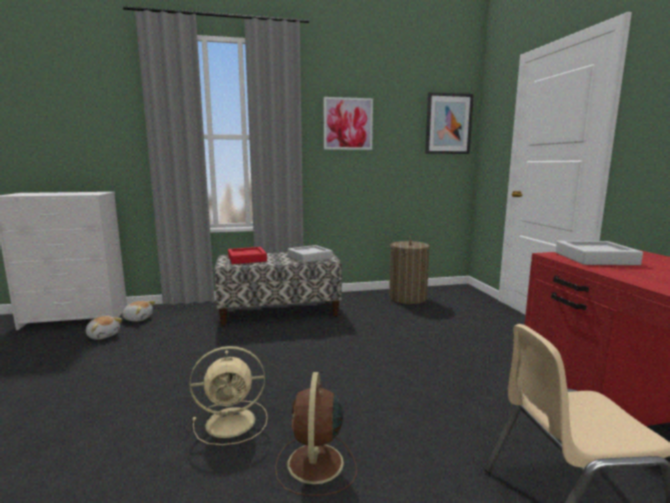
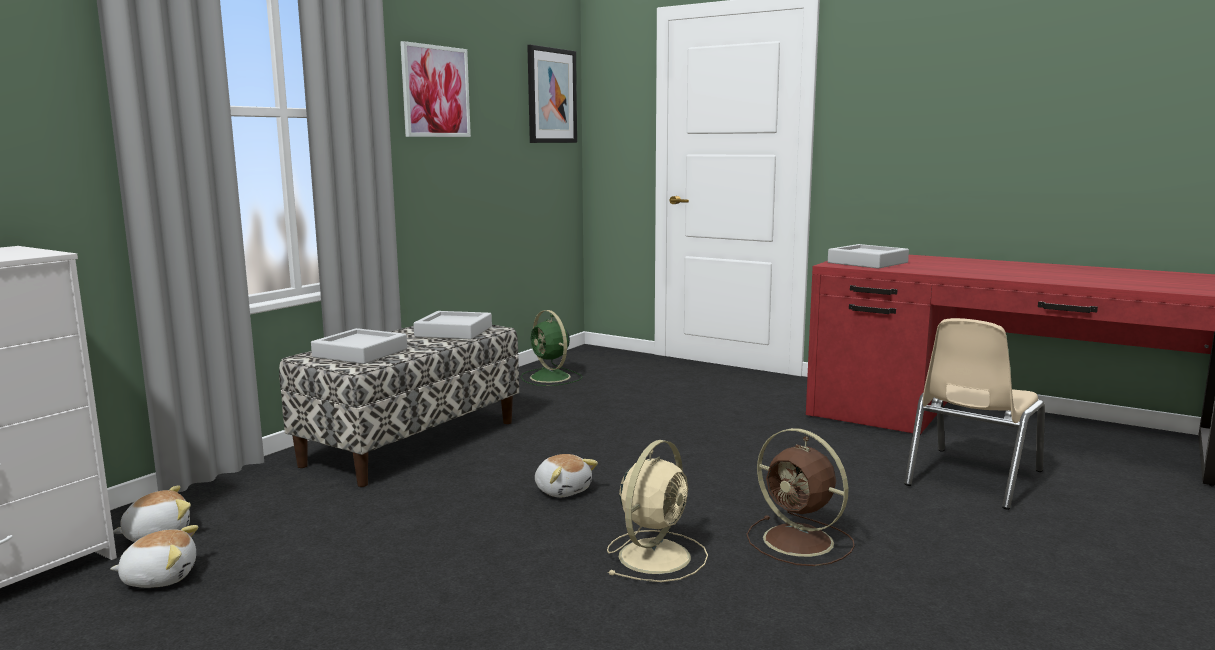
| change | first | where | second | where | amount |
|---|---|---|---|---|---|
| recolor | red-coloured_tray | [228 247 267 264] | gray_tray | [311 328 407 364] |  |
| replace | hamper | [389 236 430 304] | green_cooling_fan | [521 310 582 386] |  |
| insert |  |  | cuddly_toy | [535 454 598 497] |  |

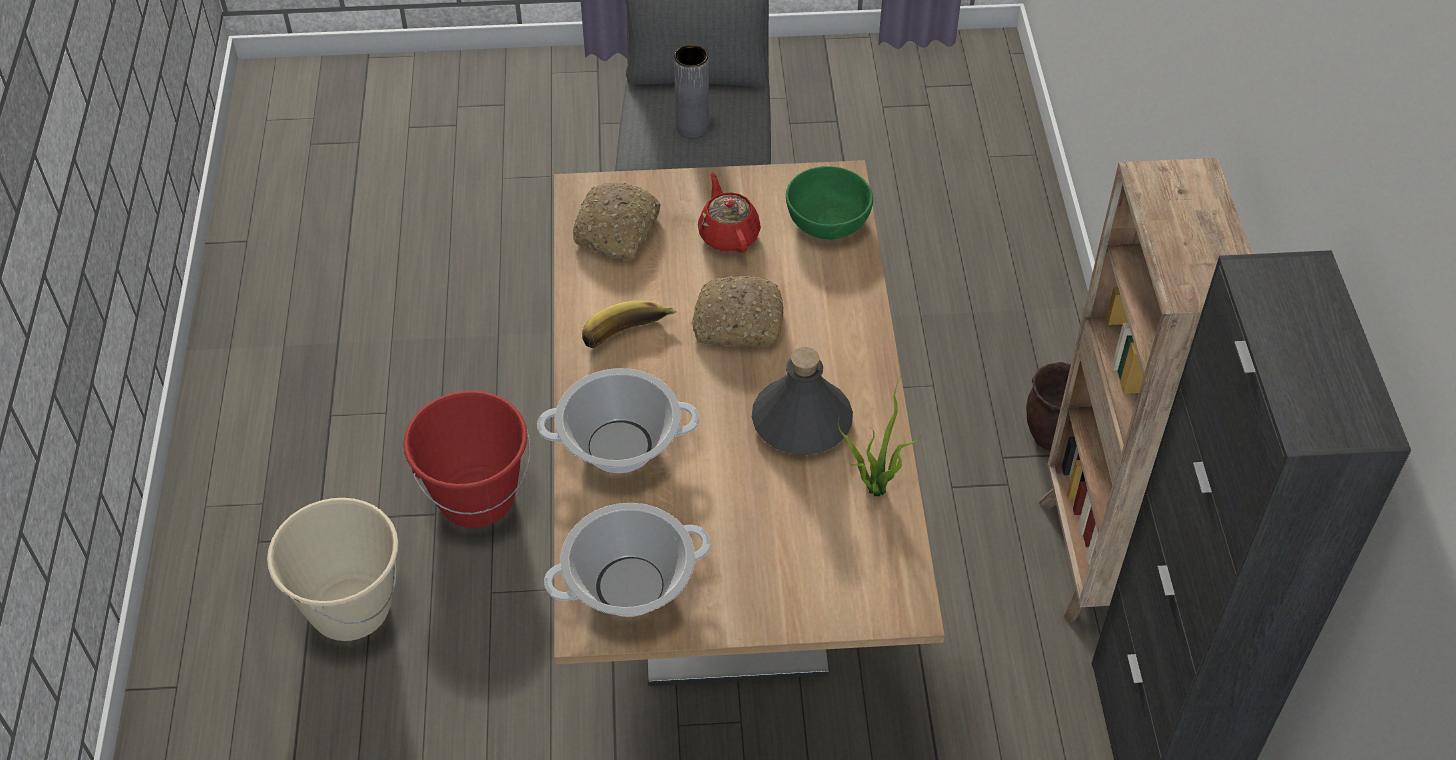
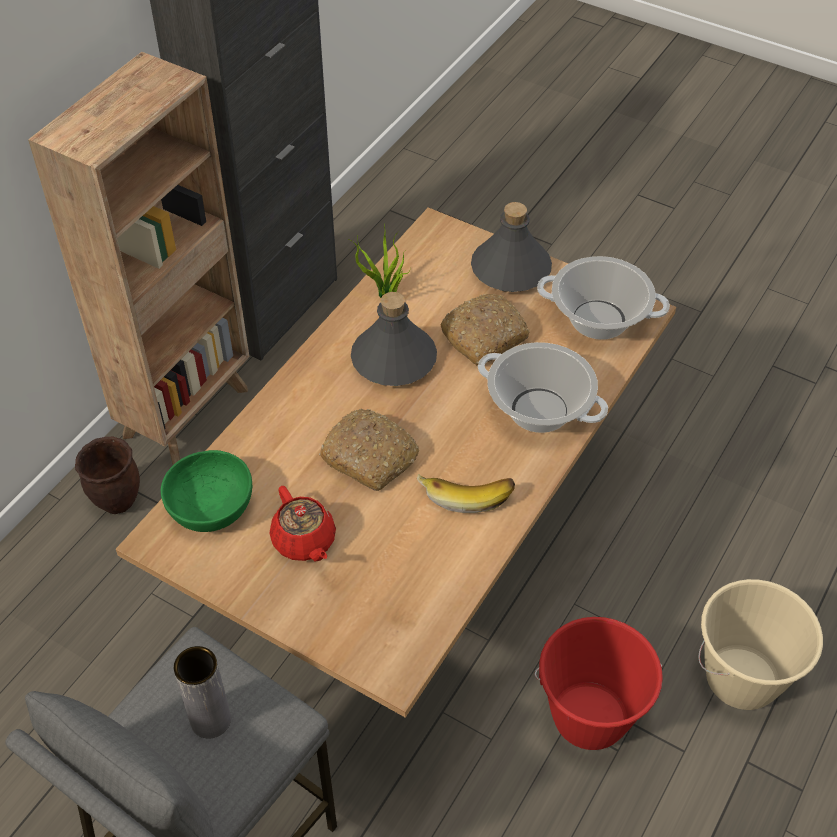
| change | first | where | second | where | amount |
|---|---|---|---|---|---|
| move | bakery_bread | [573 183 661 260] |  | [440 294 529 365] |  |
| rotate | red-coloured_pot_for_tea | [698 173 761 253] |  | [270 486 336 562] | 45 degrees counterclockwise |
| insert |  |  | gray_drink_bottle | [471 202 552 292] |  |

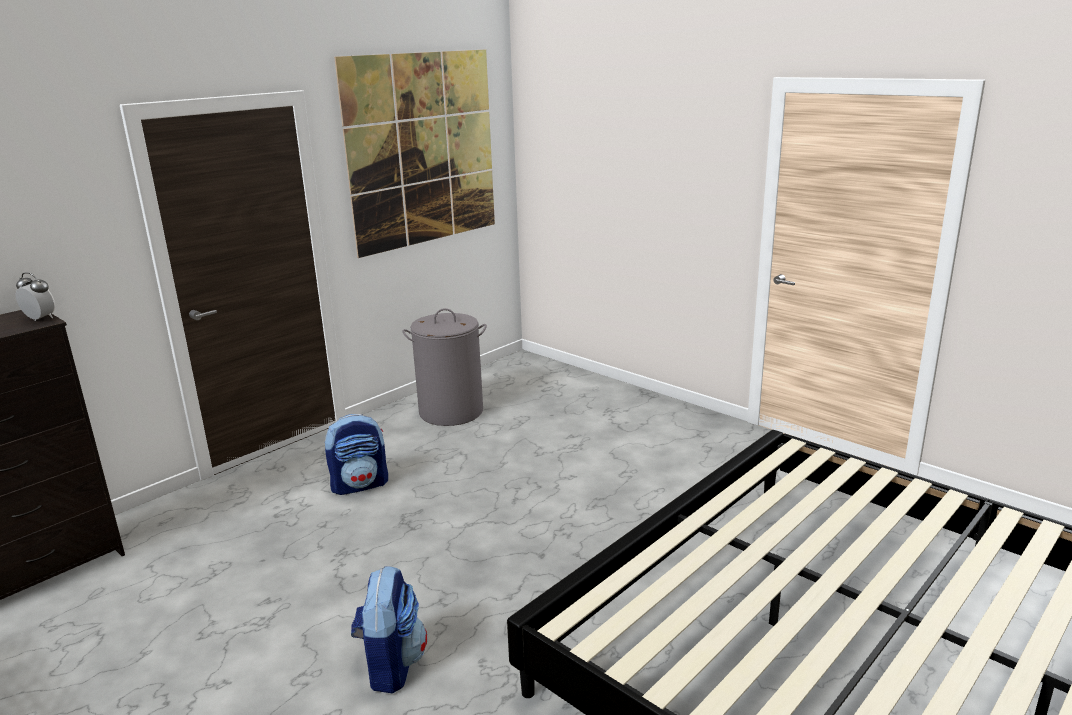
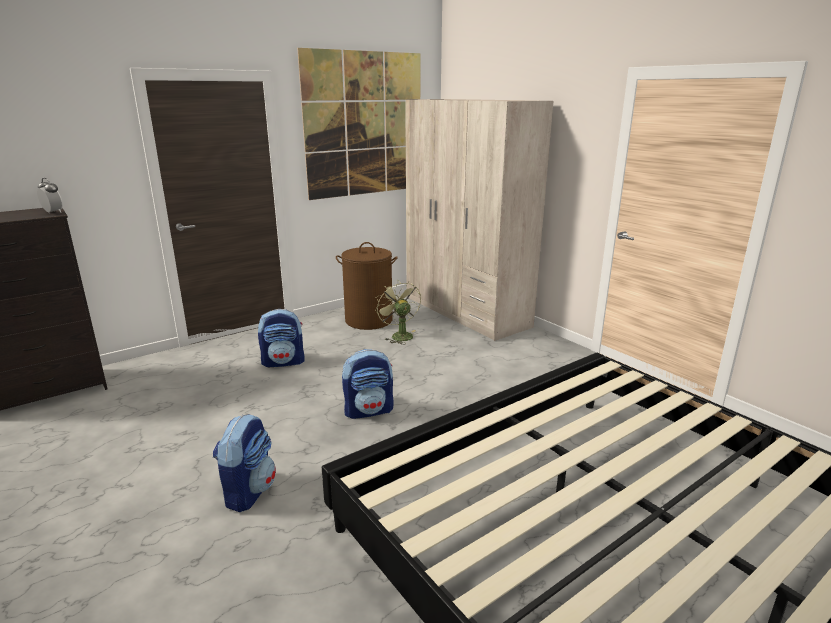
| change | first | where | second | where | amount |
|---|---|---|---|---|---|
| recolor | gray_hamper | [402 308 487 426] | brownish_hamper | [336 242 398 330] |  |
| insert |  |  | rucksack | [342 349 394 419] |  |
| insert |  |  | green_cooling_fan | [375 280 421 345] |  |
| insert |  |  | beige_clothes_cupboard | [405 99 553 341] |  |

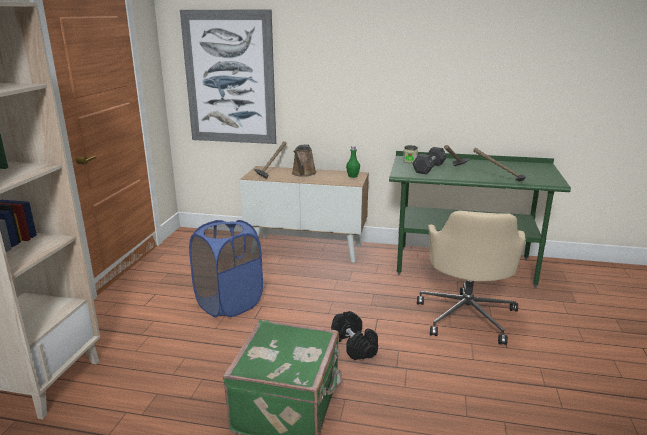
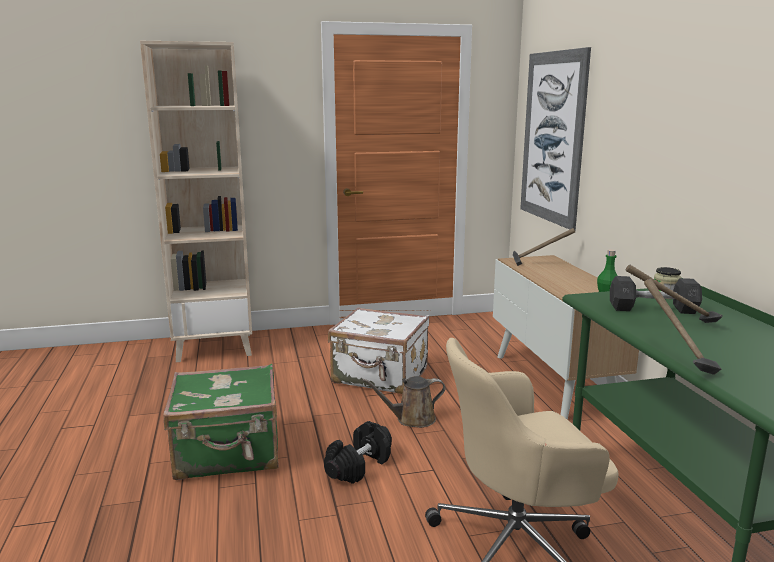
| change | first | where | second | where | amount |
|---|---|---|---|---|---|
| replace | blue-coloured_hamper | [189 220 263 318] | white-coloured_travel_case | [328 307 429 394] |  |
| move | brownish_watering_can | [292 144 317 177] |  | [362 376 445 428] |  |

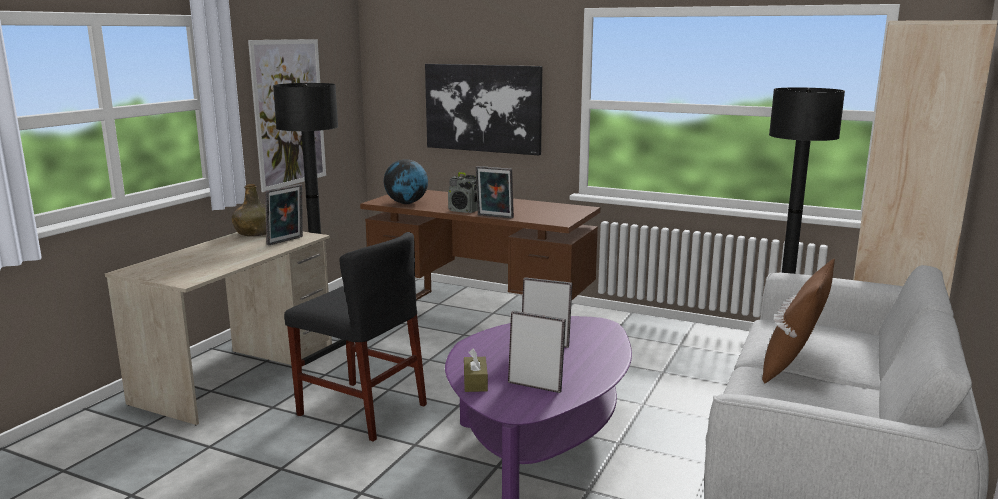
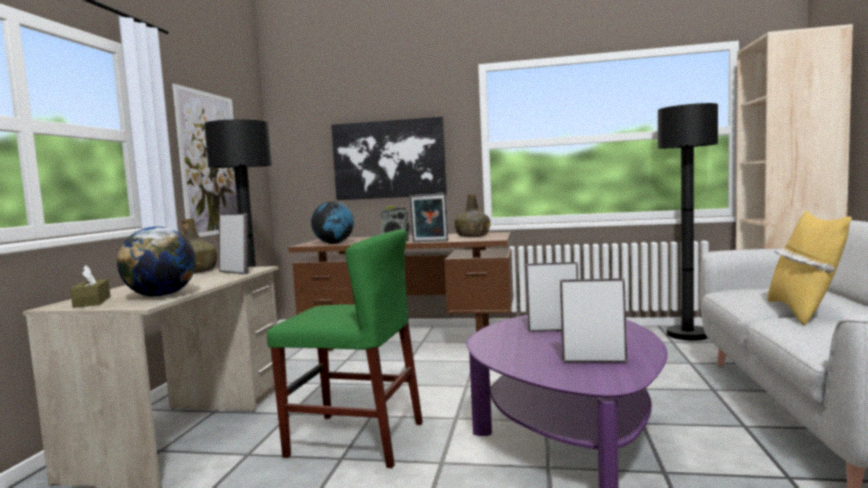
| change | first | where | second | where | amount |
|---|---|---|---|---|---|
| rotate | photo_frame | [265 184 303 245] |  | [219 213 248 274] | 75 degrees counterclockwise |
| recolor | black_chair | [284 232 427 442] | green_chair | [267 229 423 468] |  |
| move | brownish_tissue_holder | [464 349 488 392] |  | [70 266 111 308] |  |
| recolor | brownish_cushion | [762 259 835 384] | yellow_cushion | [768 210 852 325] |  |
| insert |  |  | world_globe | [117 227 196 297] |  |
| insert |  |  | green_drink_bottle | [454 194 490 237] |  |

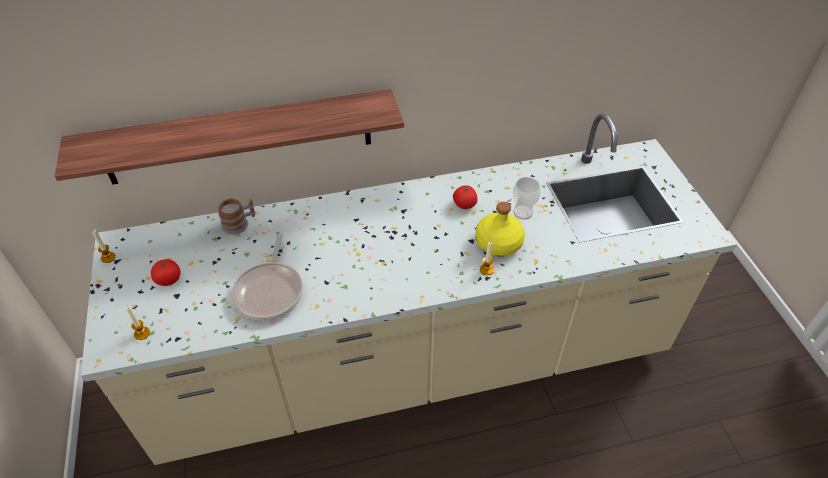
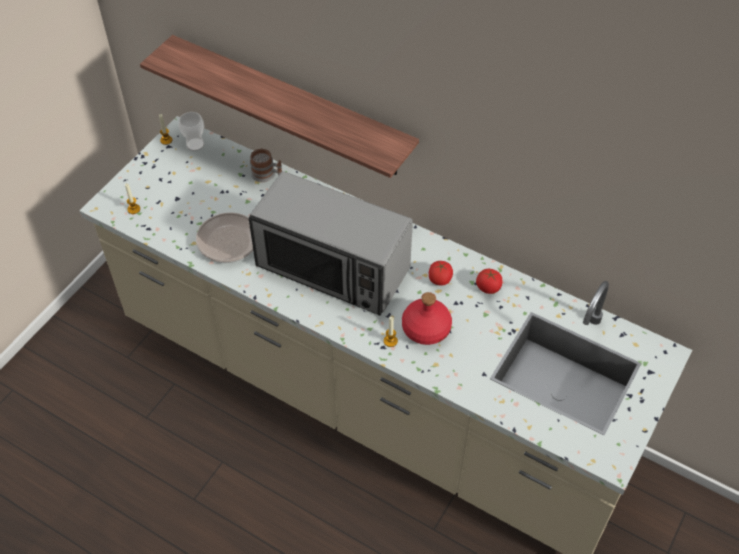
| change | first | where | second | where | amount |
|---|---|---|---|---|---|
| move | fresh_tomato | [151 259 181 286] |  | [476 269 503 294] |  |
| recolor | yellow_drink_bottle | [475 202 525 256] | red-coloured_drink_bottle | [402 292 452 345] |  |
| move | cup | [513 177 541 219] |  | [179 112 204 151] |  |
| insert |  |  | microwave | [249 171 413 316] |  |

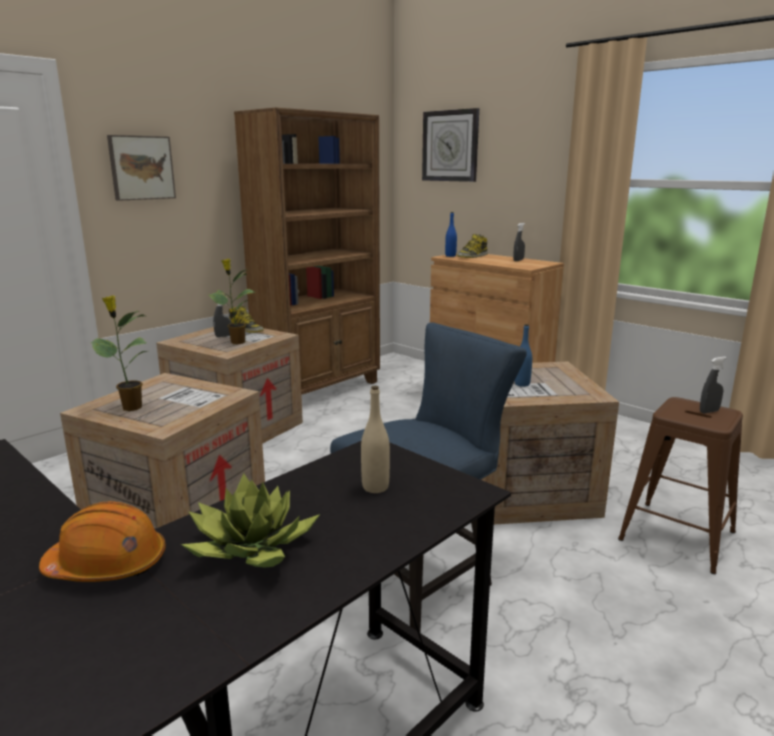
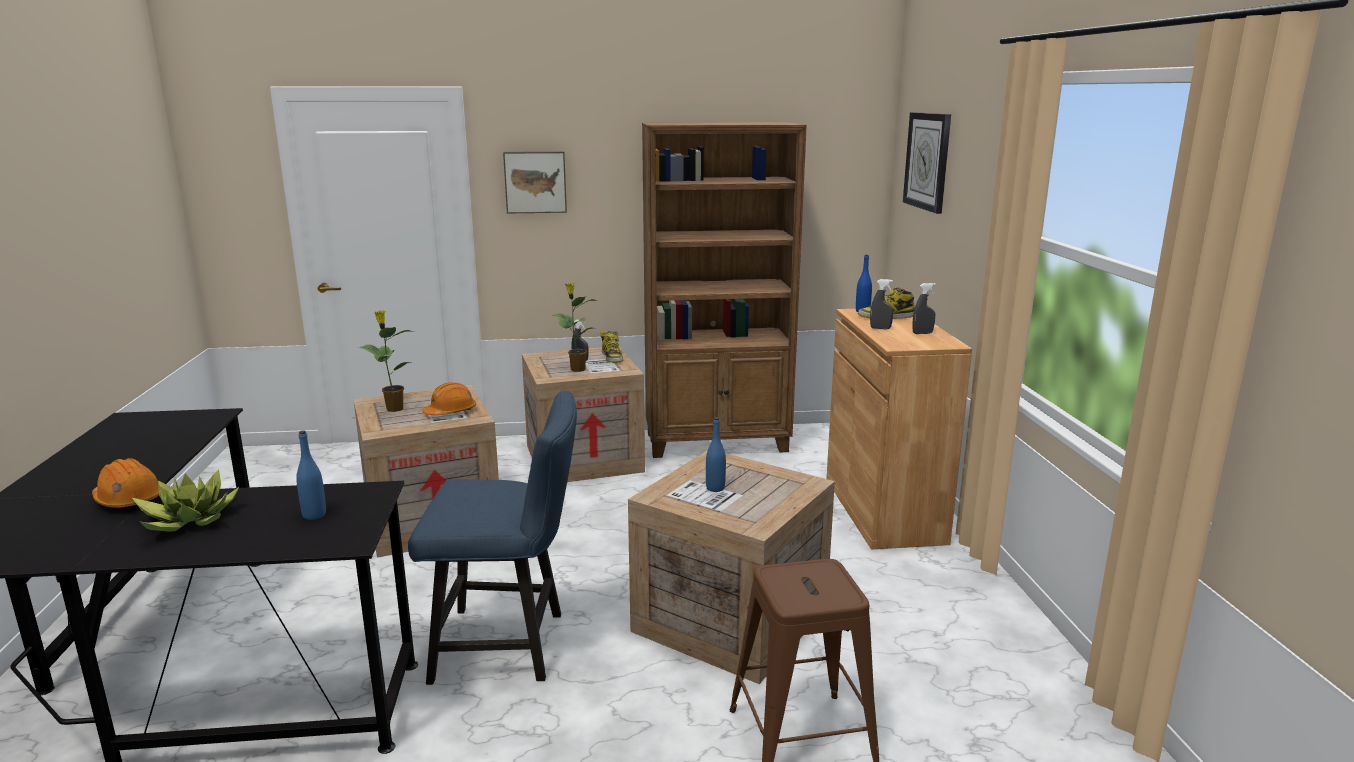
| change | first | where | second | where | amount |
|---|---|---|---|---|---|
| recolor | beige_drink_bottle | [361 386 390 493] | blue-coloured_drink_bottle | [296 430 326 520] |  |
| move | gray_sprayer | [700 357 727 413] |  | [870 279 893 329] |  |
| insert |  |  | orange-coloured_safety_helmet | [422 382 476 416] |  |

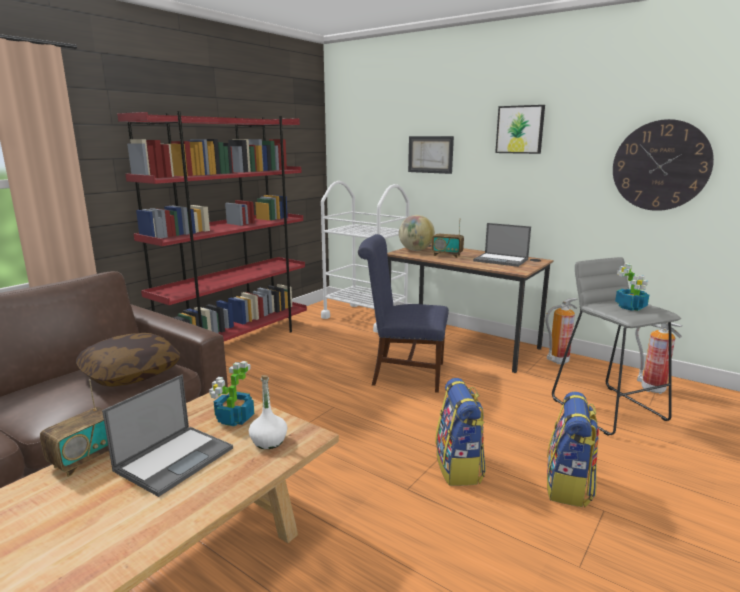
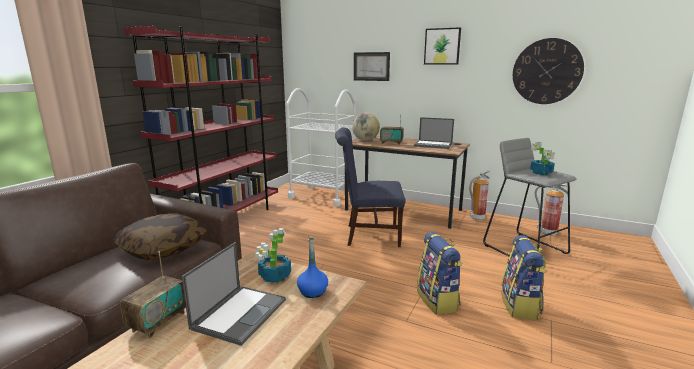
| change | first | where | second | where | amount |
|---|---|---|---|---|---|
| recolor | white-coloured_drink_bottle | [249 375 287 449] | blue-coloured_drink_bottle | [297 237 328 298] |  |

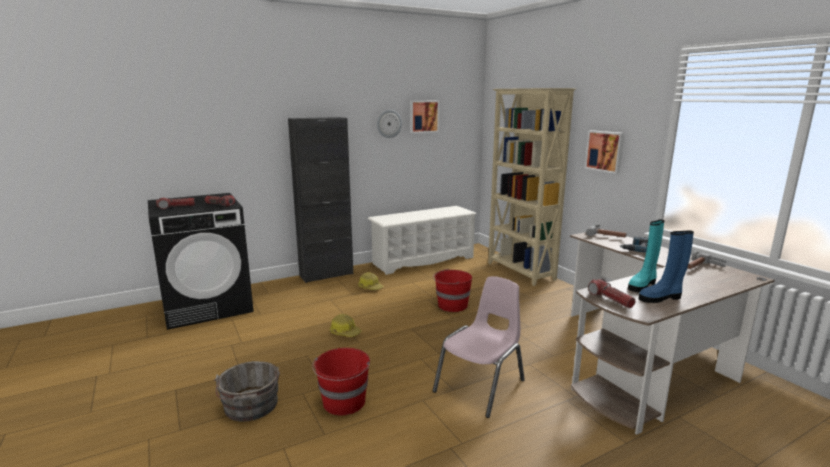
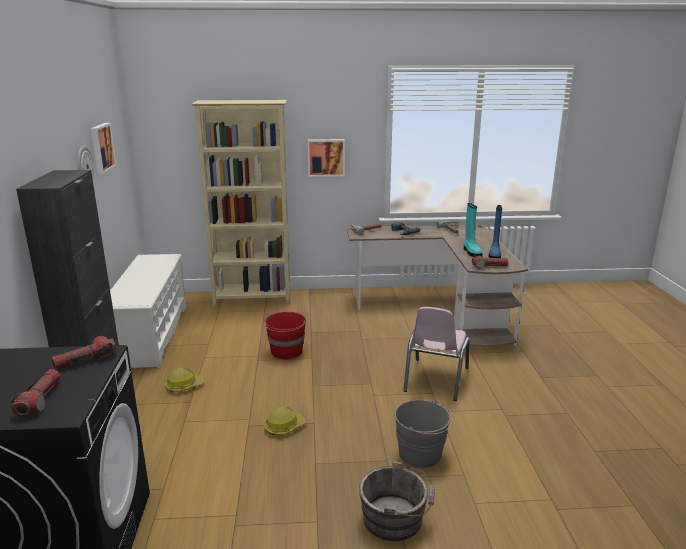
| change | first | where | second | where | amount |
|---|---|---|---|---|---|
| recolor | red-coloured_pail | [312 348 370 415] | gray_pail | [394 400 453 468] |  |
| rotate | pinkish_chair | [433 276 525 418] |  | [403 307 470 401] | 135 degrees counterclockwise |

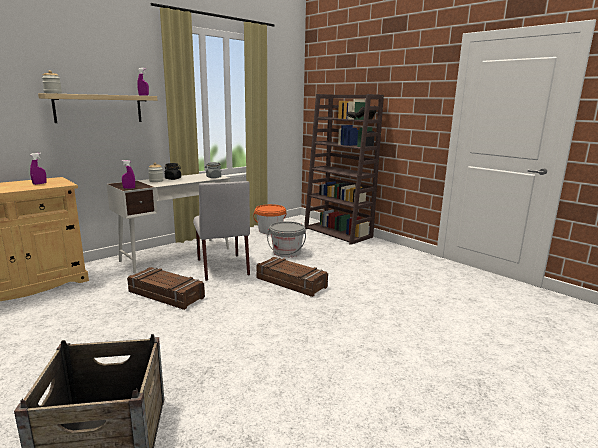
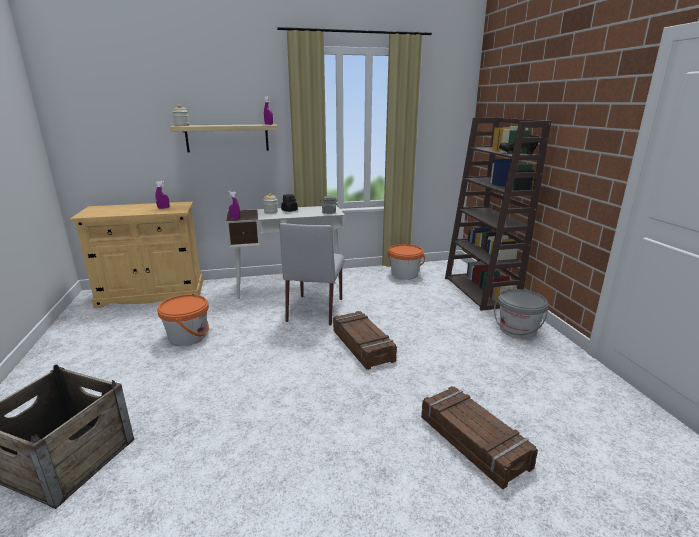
| change | first | where | second | where | amount |
|---|---|---|---|---|---|
| move | shipping_crate | [127 267 205 310] |  | [421 386 538 490] |  |
| move | gray_pail | [267 221 306 257] |  | [494 289 548 339] |  |
| insert |  |  | orange-coloured_pail | [157 294 209 346] |  |

